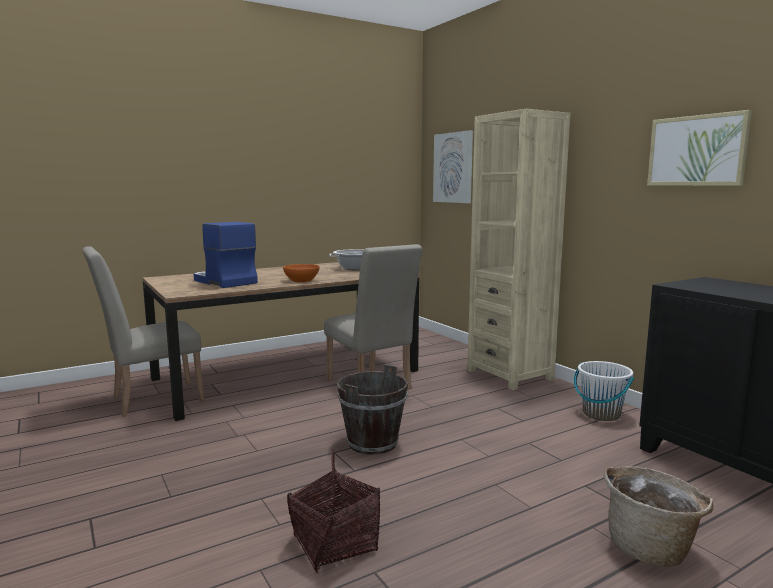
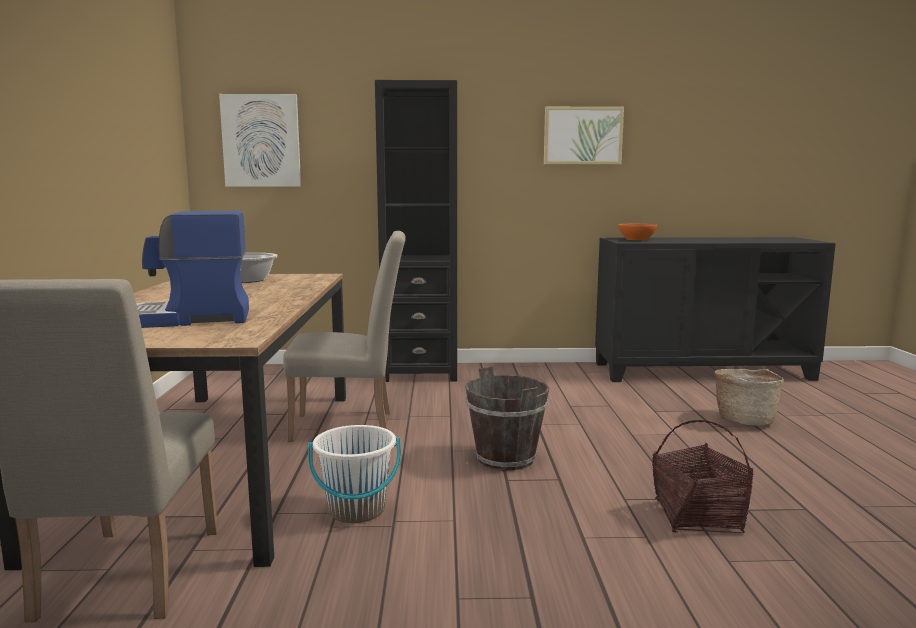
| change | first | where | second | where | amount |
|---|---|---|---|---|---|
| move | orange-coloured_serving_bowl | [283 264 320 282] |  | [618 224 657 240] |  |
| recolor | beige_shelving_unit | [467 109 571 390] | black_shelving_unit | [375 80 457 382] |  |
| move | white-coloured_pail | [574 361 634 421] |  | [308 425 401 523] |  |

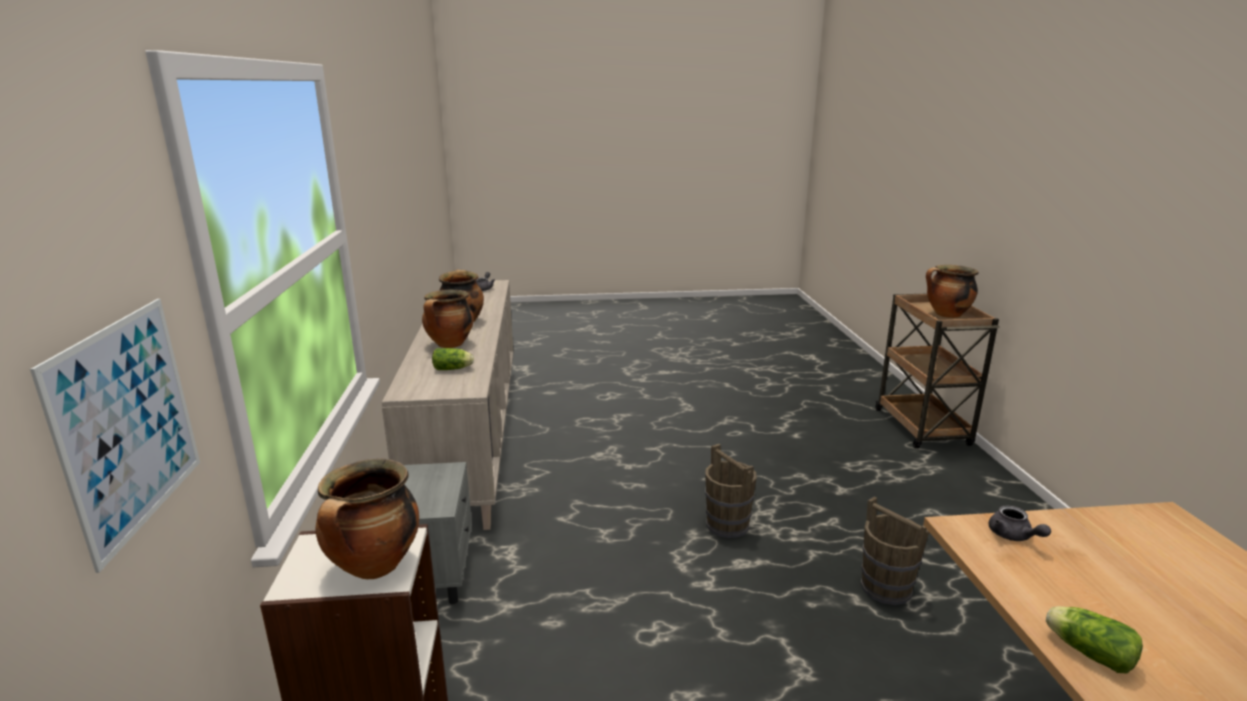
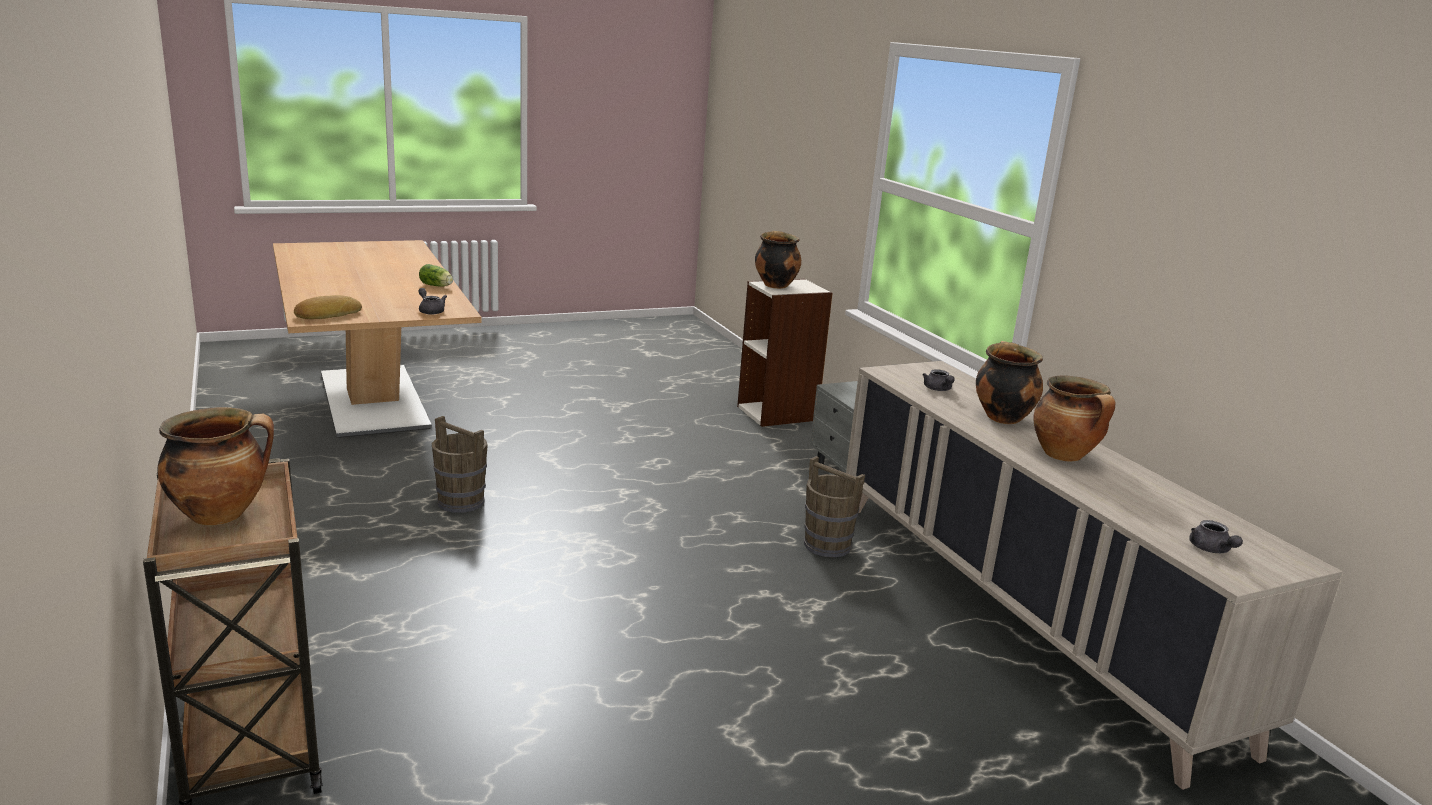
| change | first | where | second | where | amount |
|---|---|---|---|---|---|
| delete | picture | [30 299 200 573] |  |  |  |
| replace | head_of_lettuce | [432 348 474 370] | gray_pot_for_tea | [922 369 955 391] |  |
| move | brownish_pail | [705 444 757 538] |  | [804 456 865 558] |  |
| insert |  |  | bakery_bread | [294 295 362 319] |  |

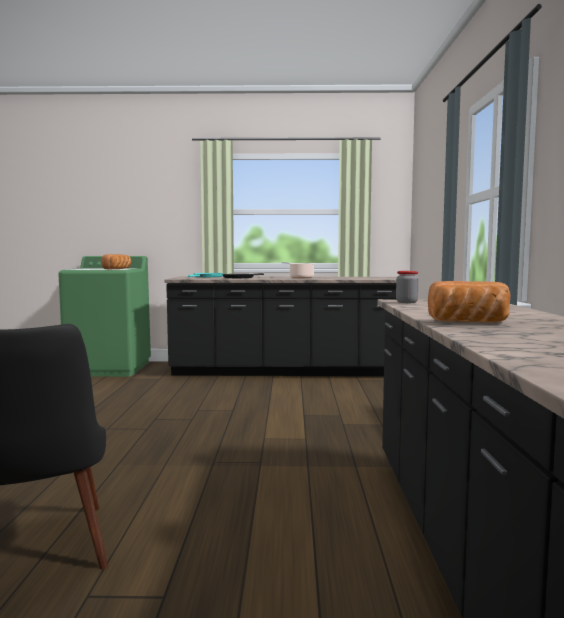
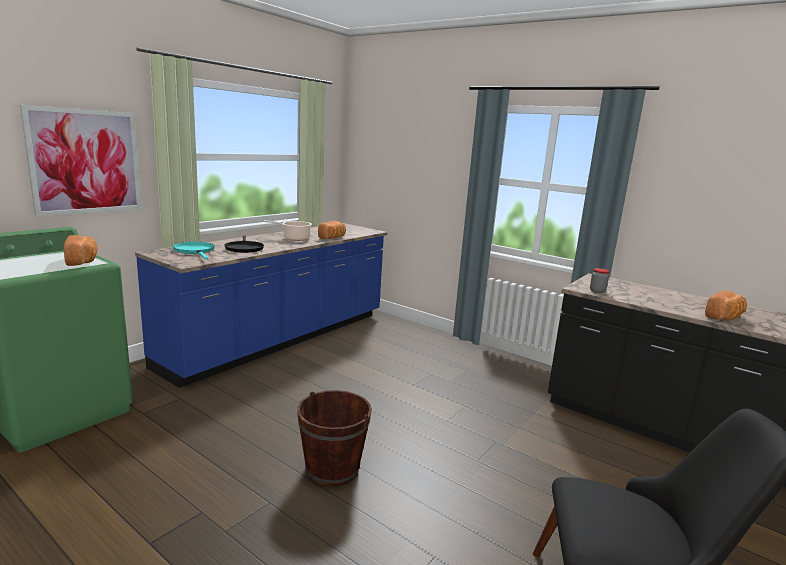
| change | first | where | second | where | amount |
|---|---|---|---|---|---|
| recolor | black_kitchen_base_unit | [165 277 397 376] | blue-coloured_kitchen_base_unit | [135 223 388 388] |  |
| insert |  |  | picture | [20 105 142 217] |  |
| insert |  |  | brownish_pail | [297 390 372 487] |  |
| insert |  |  | bakery_bread | [318 221 346 239] |  |

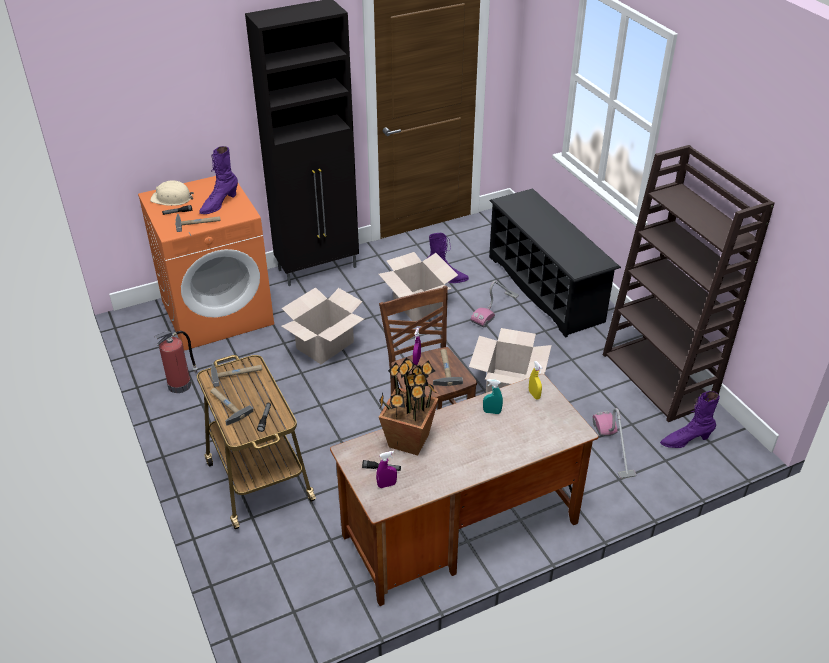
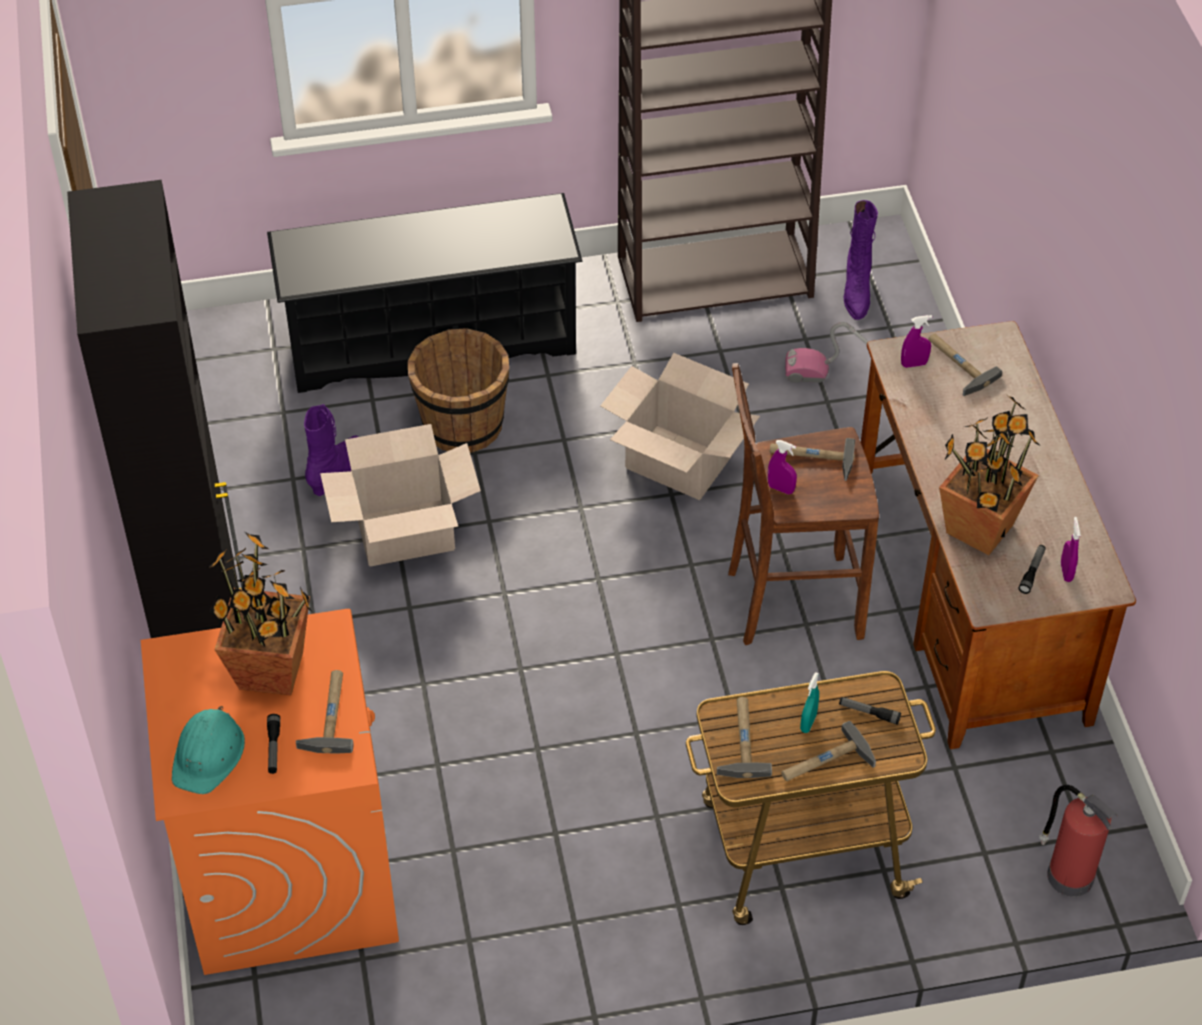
| change | first | where | second | where | amount |
|---|---|---|---|---|---|
| recolor | beige_safety_helmet | [150 181 194 206] | turquoise-coloured_safety_helmet | [172 706 245 794] |  |
| move | fire_extinguisher | [154 331 198 393] |  | [1039 785 1117 897] |  |
| replace | purple-coloured_high-top_boot | [199 146 238 214] | plant_in_a_pot | [207 532 313 695] |  |
| delete | carton | [281 287 364 364] |  |  |  |
| replace | vacuum_cleaner | [471 280 519 327] | brownish_pail | [408 328 509 453] |  |
| move | turquoise-coloured_sprayer | [483 379 503 414] |  | [800 672 819 733] |  |
| recolor | yellow_sprayer | [529 361 542 400] | purple-coloured_sprayer | [901 315 932 368] |  |
| insert |  |  | hand_hammer | [928 334 1002 396] |  |

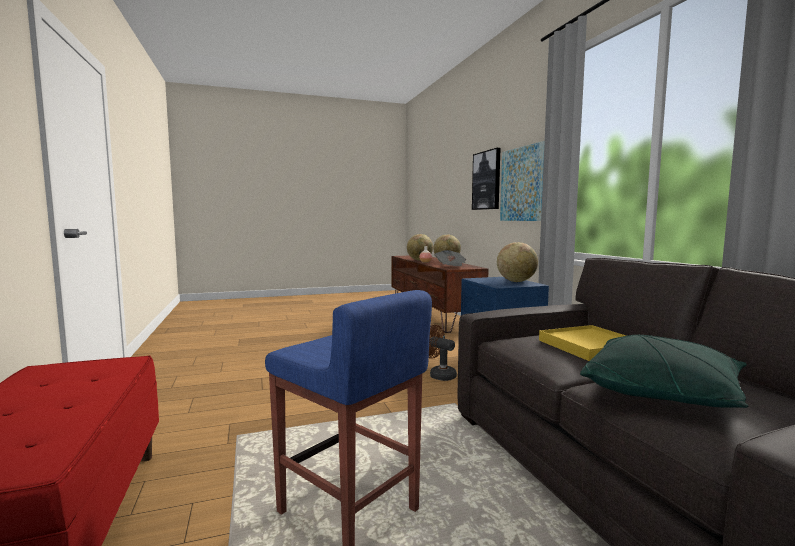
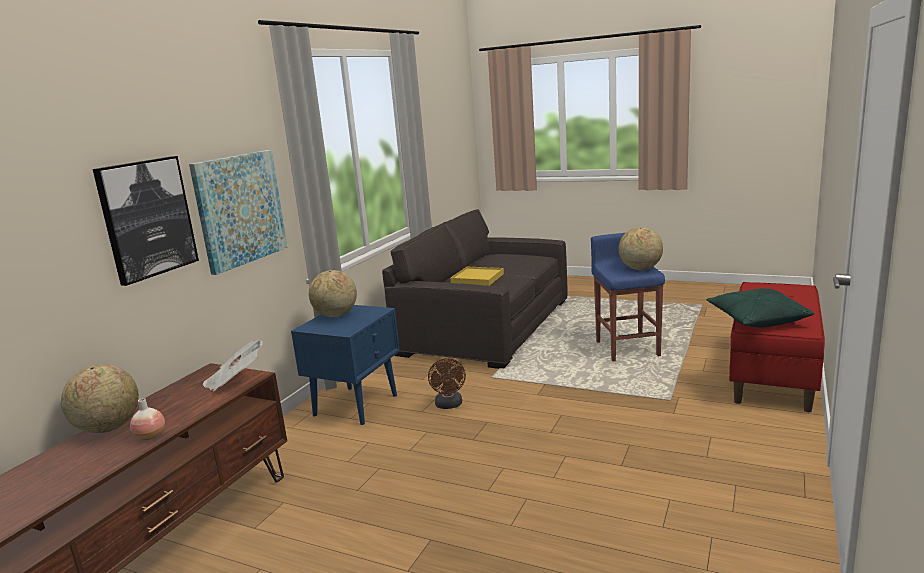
| change | first | where | second | where | amount |
|---|---|---|---|---|---|
| move | world_globe | [407 234 433 260] |  | [618 227 663 270] |  |
| move | green_cushion | [580 335 748 408] |  | [707 288 814 327] |  |

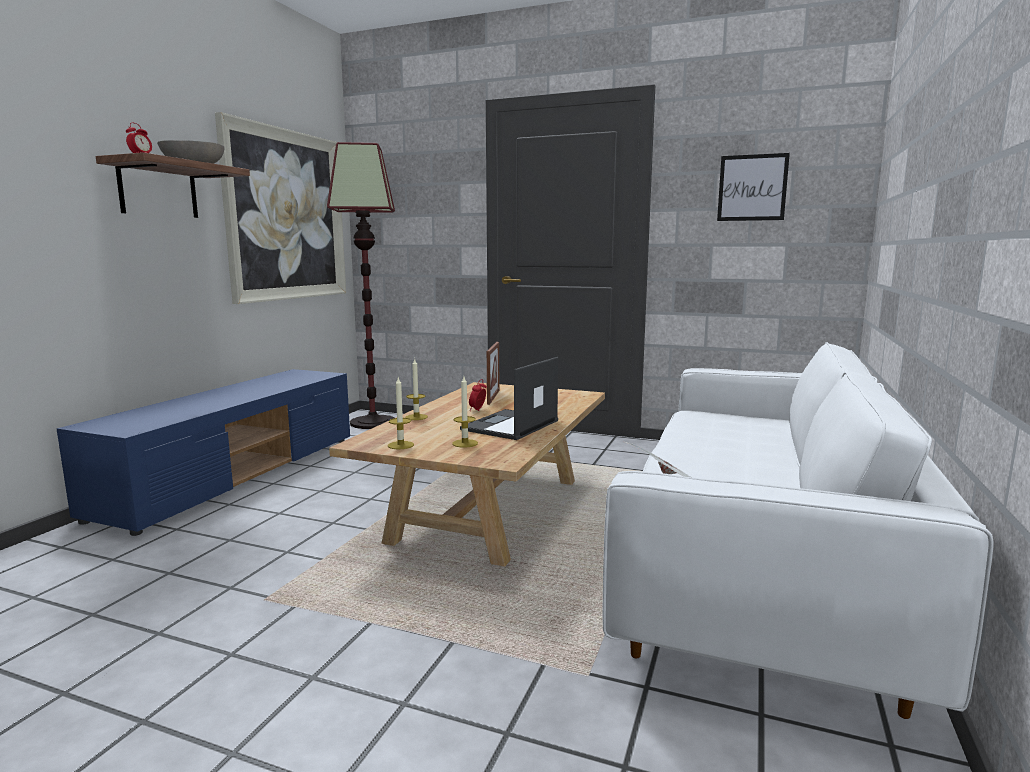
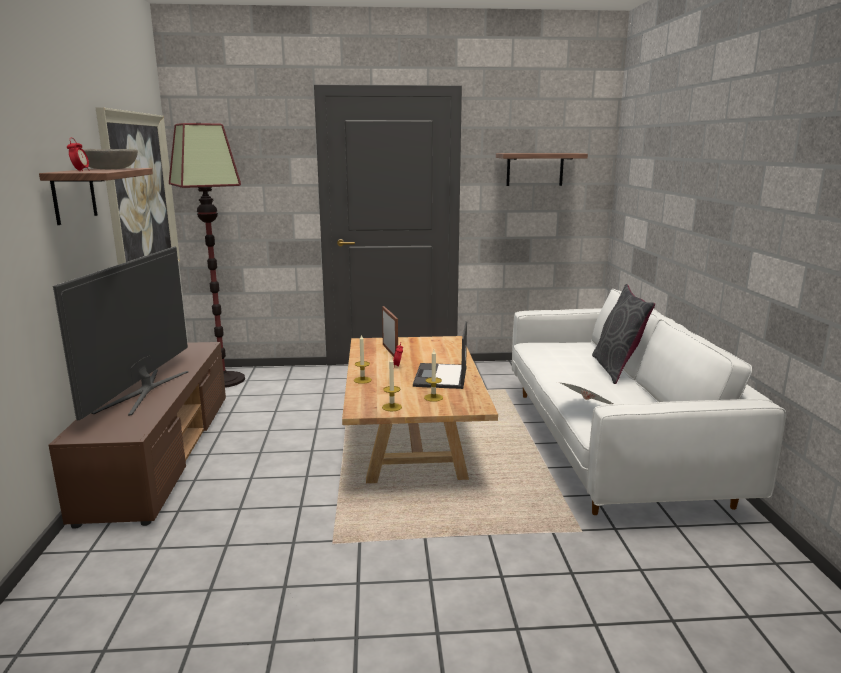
| change | first | where | second | where | amount |
|---|---|---|---|---|---|
| recolor | blue-coloured_tv_unit | [57 369 350 536] | brownish_tv_unit | [49 342 226 529] |  |
| replace | picture | [717 153 790 221] | bracket_shelf | [496 153 588 186] |  |
| insert |  |  | TV_set | [53 246 189 421] |  |
| insert |  |  | gray_cushion | [592 284 655 384] |  |

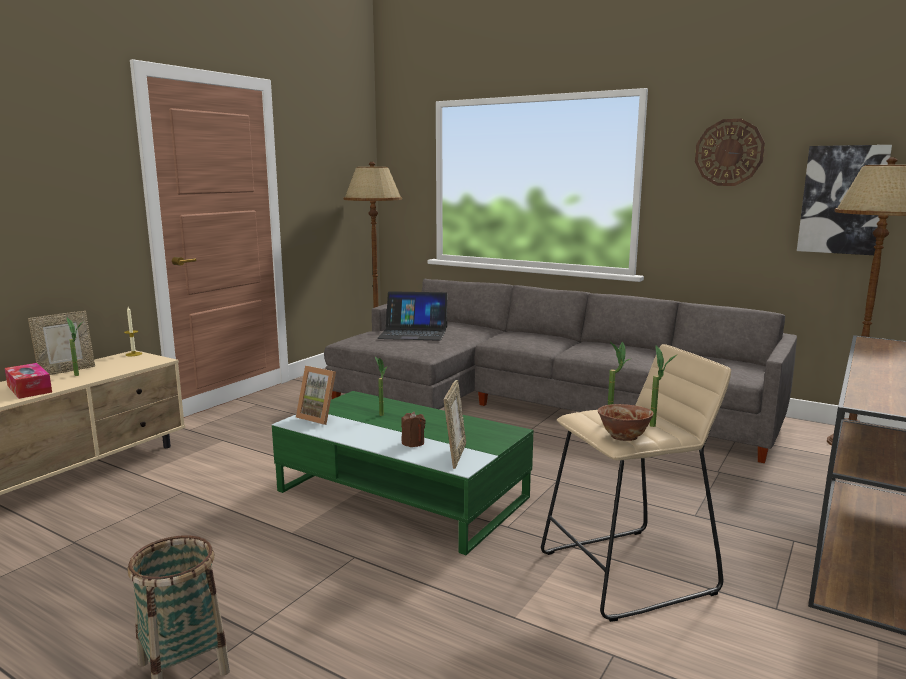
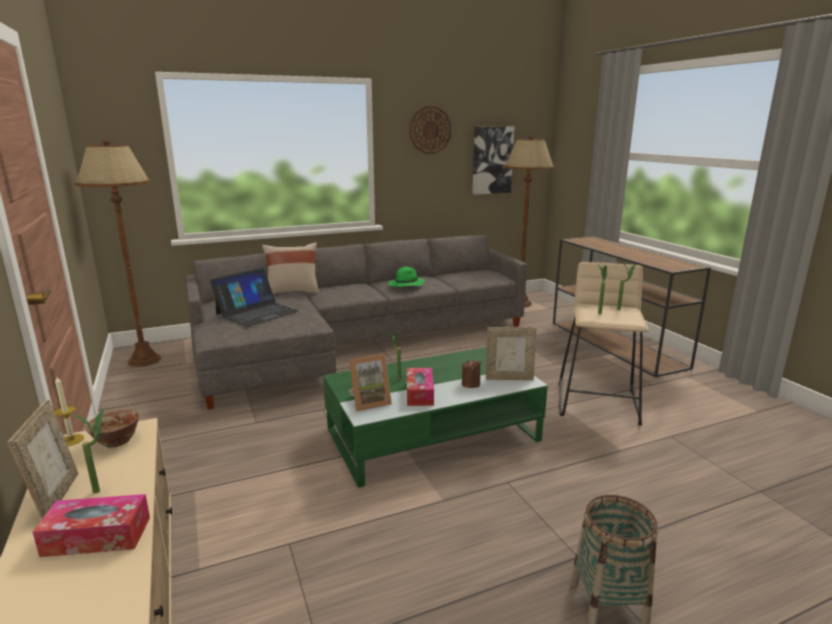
| change | first | where | second | where | amount |
|---|---|---|---|---|---|
| rotate | photo_frame | [444 380 466 469] |  | [486 327 536 380] | 135 degrees clockwise |
| move | serving_bowl | [598 404 654 441] |  | [85 410 139 448] |  |
| insert |  |  | beige_cushion | [262 242 319 295] |  |
| insert |  |  | green_hat | [388 267 425 287] |  |
| insert |  |  | tissue_holder | [407 368 434 406] |  |

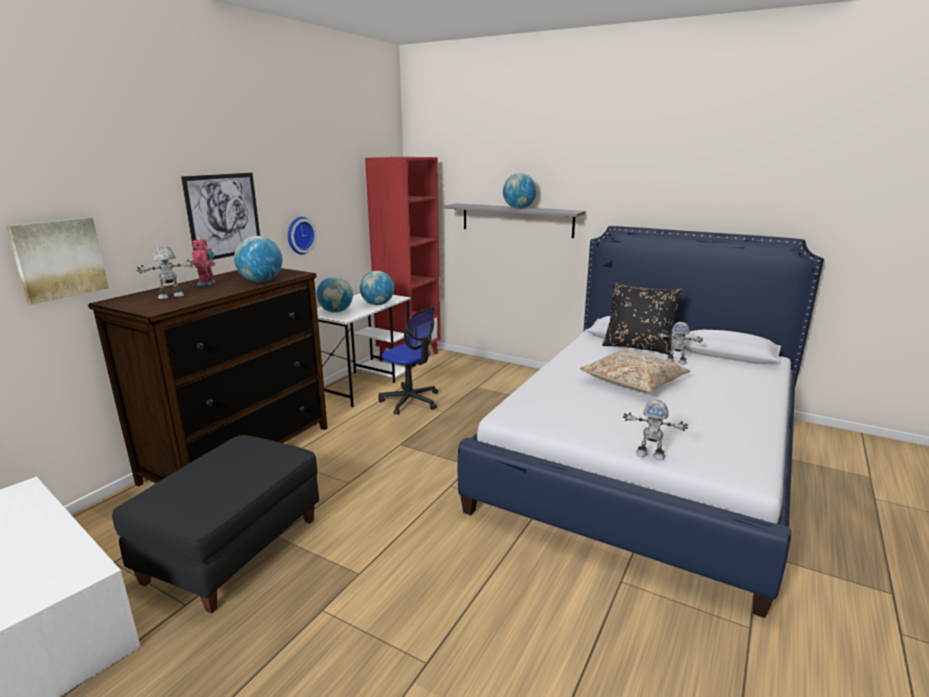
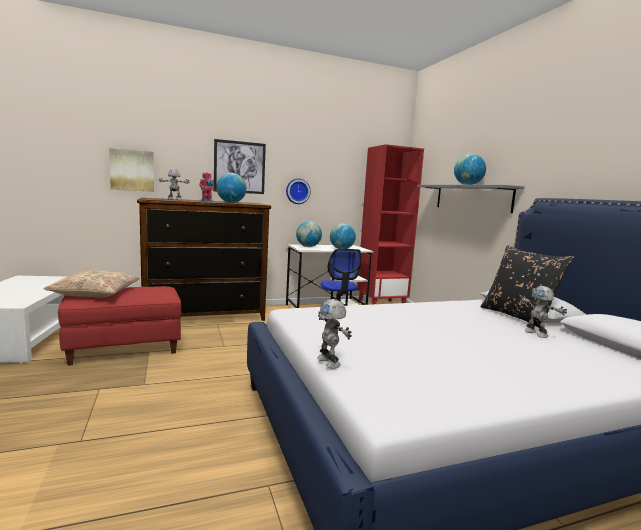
| change | first | where | second | where | amount |
|---|---|---|---|---|---|
| recolor | black_footrest | [112 435 319 614] | red-coloured_footrest | [58 286 181 366] |  |
| move | beige_cushion | [580 350 690 392] |  | [43 270 140 297] |  |

